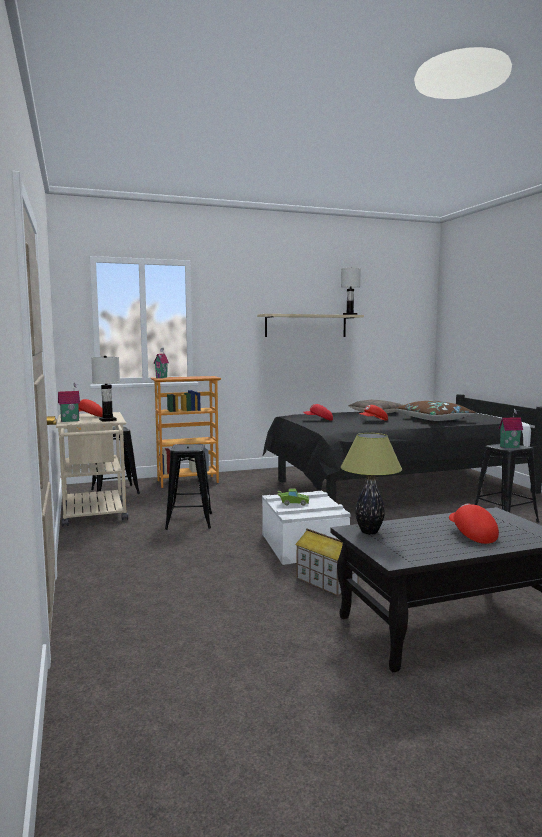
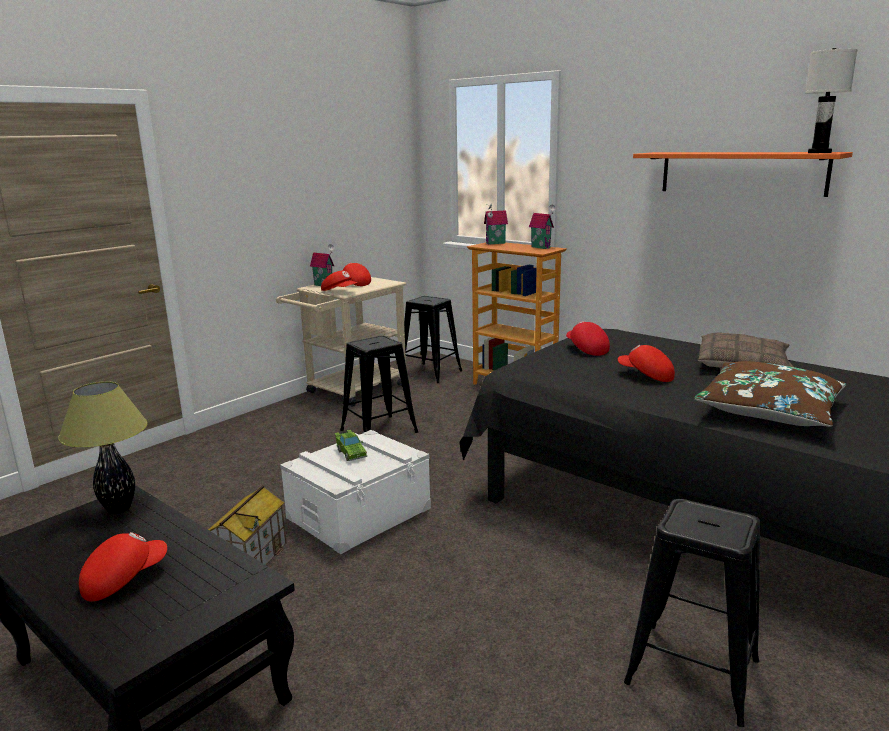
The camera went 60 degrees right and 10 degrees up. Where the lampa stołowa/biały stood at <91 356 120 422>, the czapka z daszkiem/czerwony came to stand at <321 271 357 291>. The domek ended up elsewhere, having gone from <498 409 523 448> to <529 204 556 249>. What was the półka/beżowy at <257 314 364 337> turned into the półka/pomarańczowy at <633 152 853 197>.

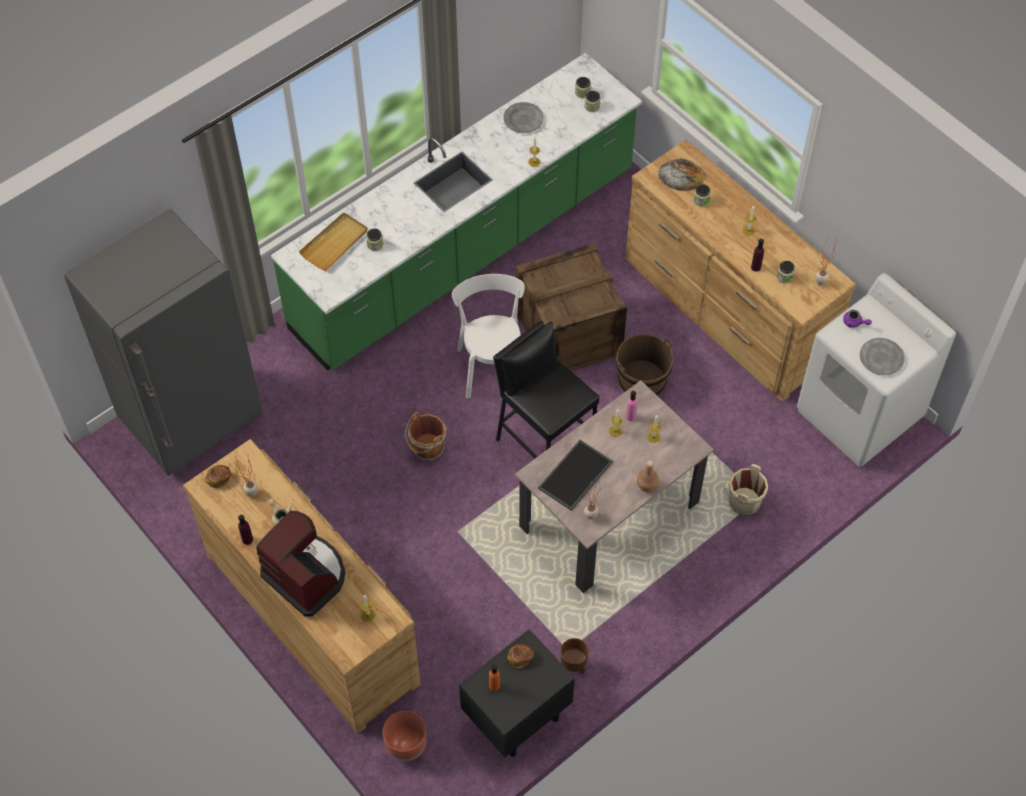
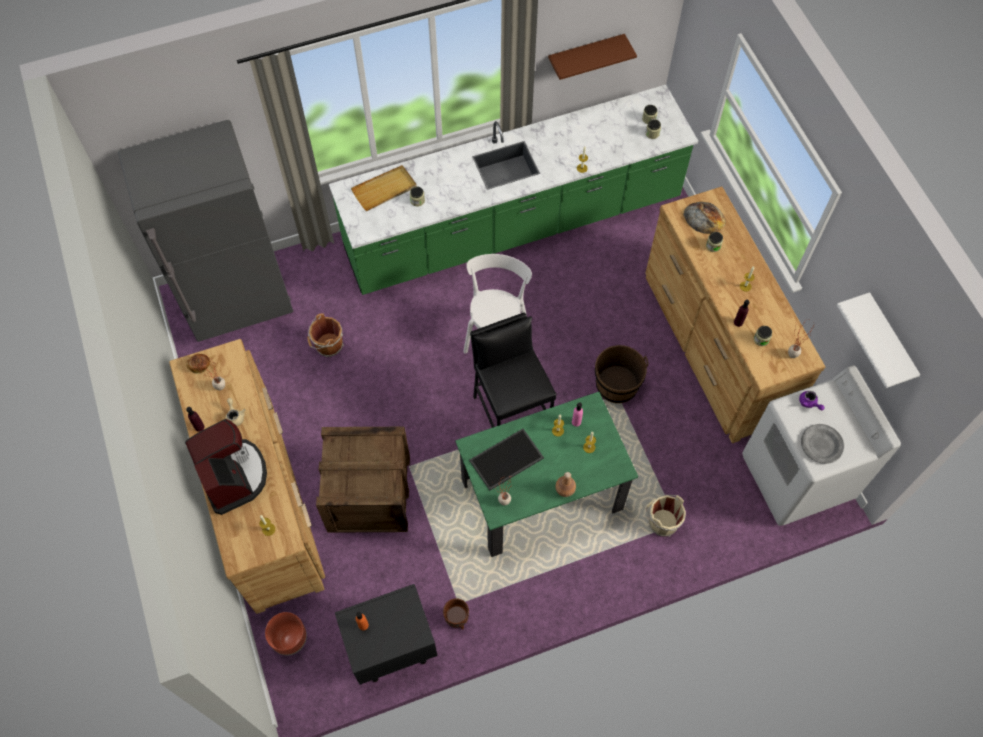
The camera went 20 degrees right and 5 degrees up. The wiadro/brązowy ended up elsewhere, having gone from <405 412 447 461> to <307 313 344 357>. The skrzynka ended up elsewhere, having gone from <516 243 627 371> to <316 427 410 533>. What was the stół jadalny/beżowy at <515 380 714 593> turned into the stół jadalny/zielony at <455 392 638 557>. The second view gained the półka/brązowy at <548 34 637 80>. The second view gained the półka/biały at <837 292 920 388>. The second view lost the talerz/szary at <503 102 544 133>. The second view lost the chleb at <507 644 534 668>.

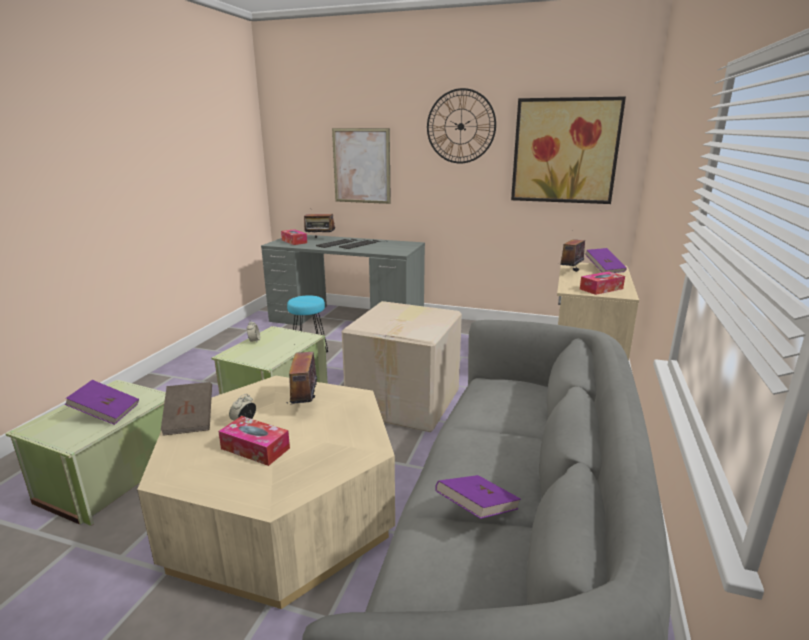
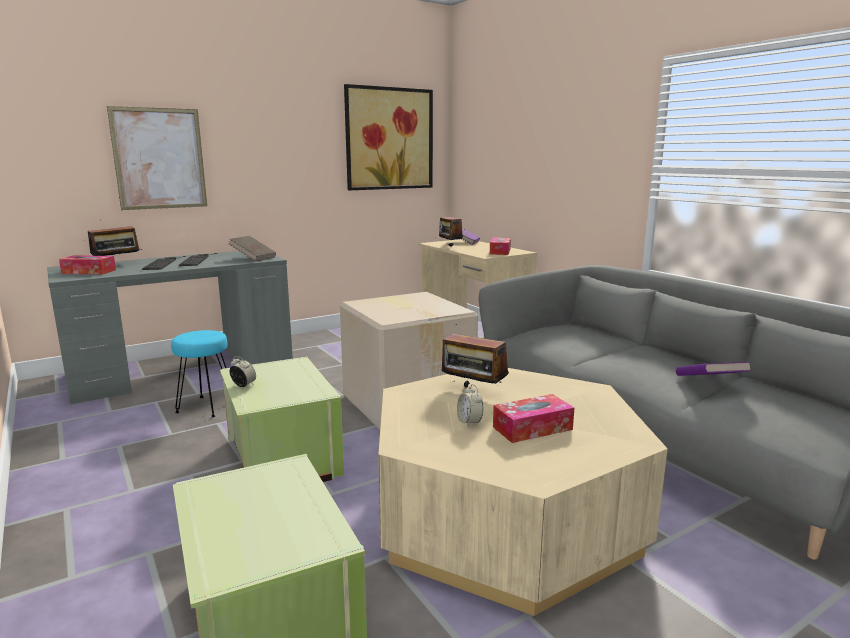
The camera went 50 degrees left and 5 degrees down. The książka/brązowy ended up elsewhere, having gone from <161 382 212 436> to <229 236 276 261>. The second view lost the książka/fioletowy at <65 380 139 425>. The second view lost the zegar ścienny at <427 88 496 164>.

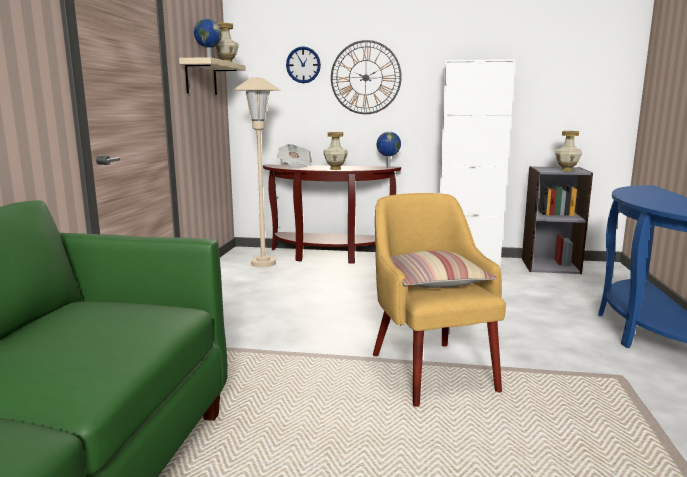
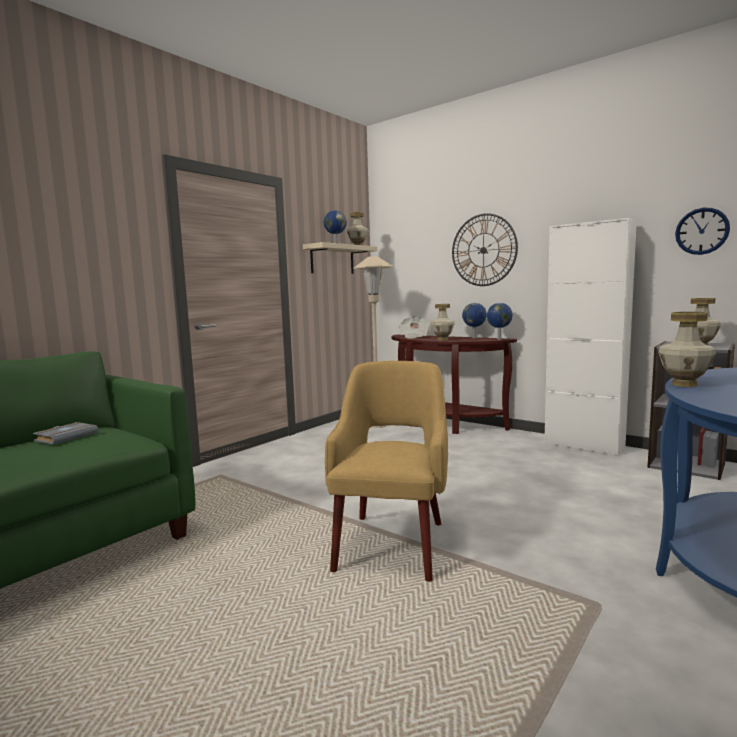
The camera went 30 degrees right and 5 degrees down. The second view gained the książka/szary at <33 422 98 445>. The second view gained the globus at <462 303 487 338>. The second view gained the wazon at <658 312 716 387>. The zegar ścienny ended up elsewhere, having gone from <286 46 321 83> to <675 208 730 255>. The second view lost the poduszka at <391 251 497 288>.

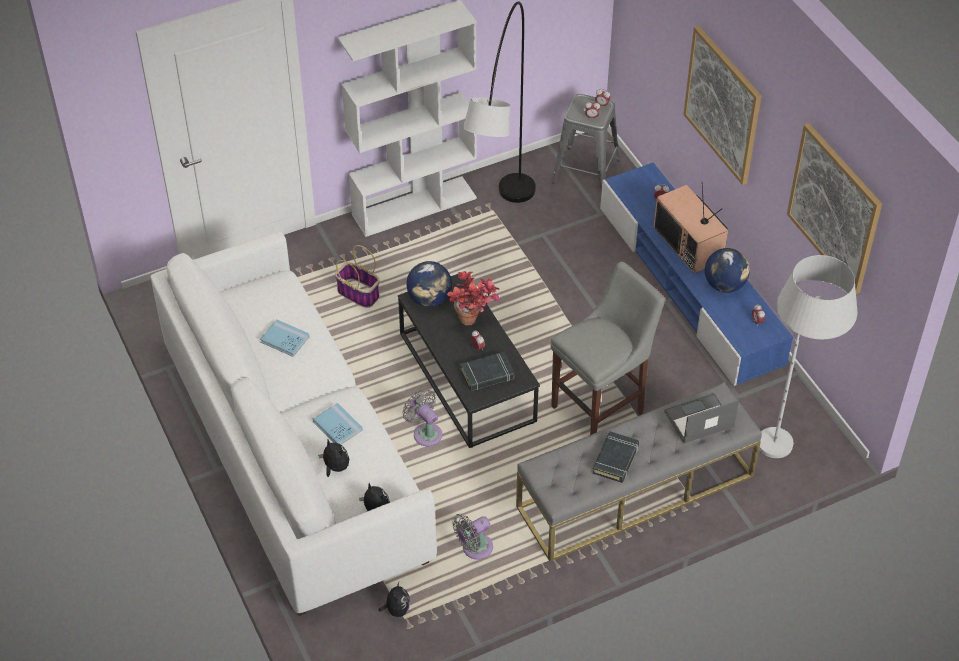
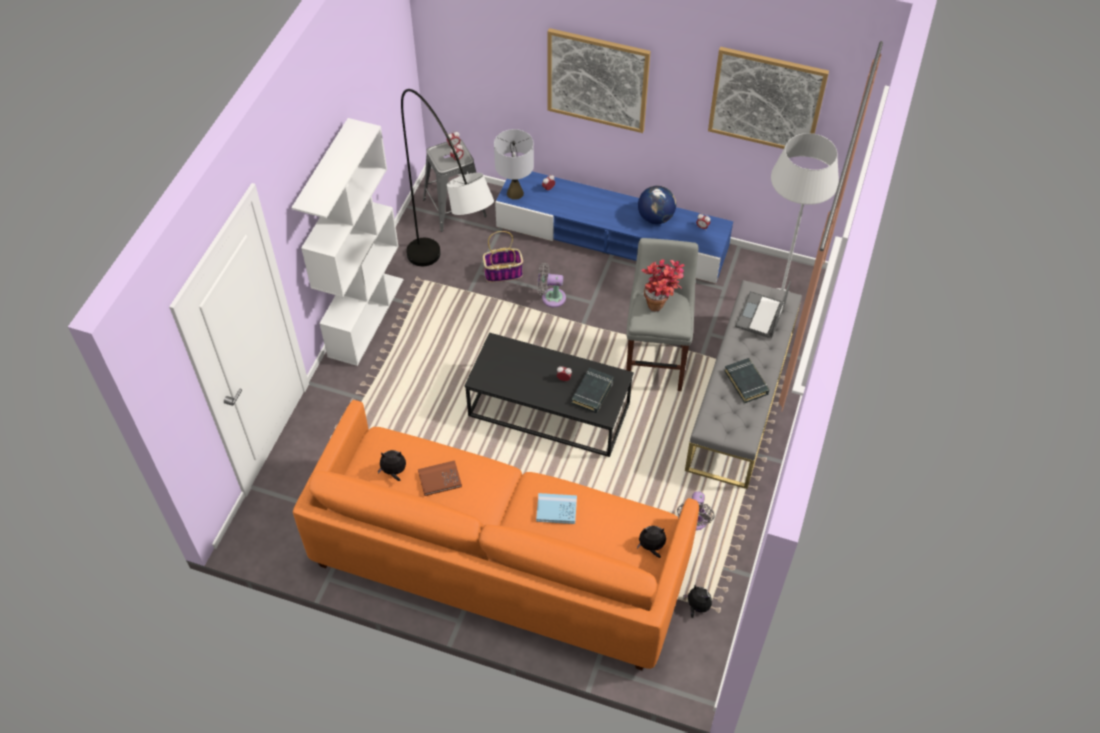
The camera went 45 degrees left and 5 degrees up. What was the kanapa/biały at <151 232 437 616> turned into the kanapa/pomarańczowy at <293 400 699 670>. The pluszak ended up elsewhere, having gone from <318 440 349 477> to <377 450 406 481>. What was the książka/niebieski at <260 319 310 357> turned into the książka/brązowy at <418 460 462 496>. The koszyk ended up elsewhere, having gone from <335 245 380 308> to <483 231 523 282>. The second view gained the lampa stołowa/szary at <494 129 534 200>. The wentylator/szary ended up elsewhere, having gone from <402 389 443 446> to <537 263 566 307>. The roślina doniczkowa ended up elsewhere, having gone from <447 271 500 326> to <641 259 684 312>. The second view lost the globus at <406 261 452 307>. The second view lost the telewizor at <654 183 728 273>.

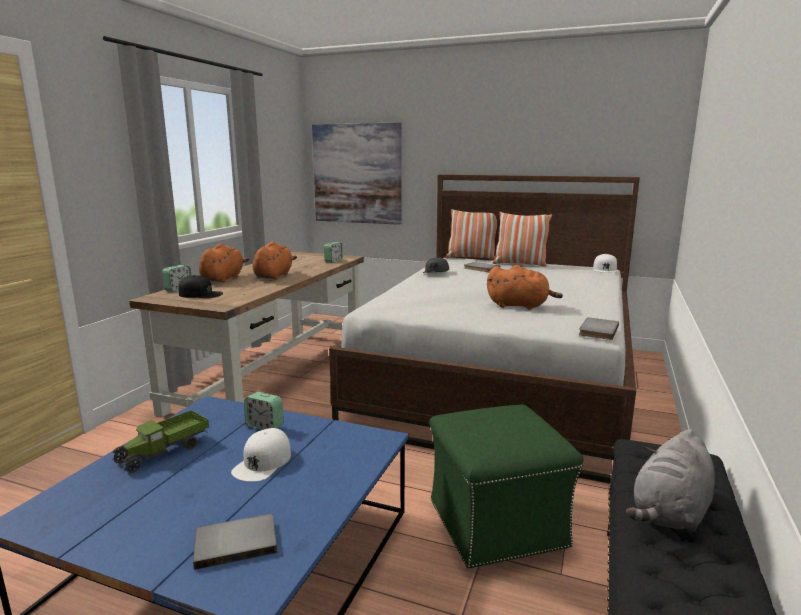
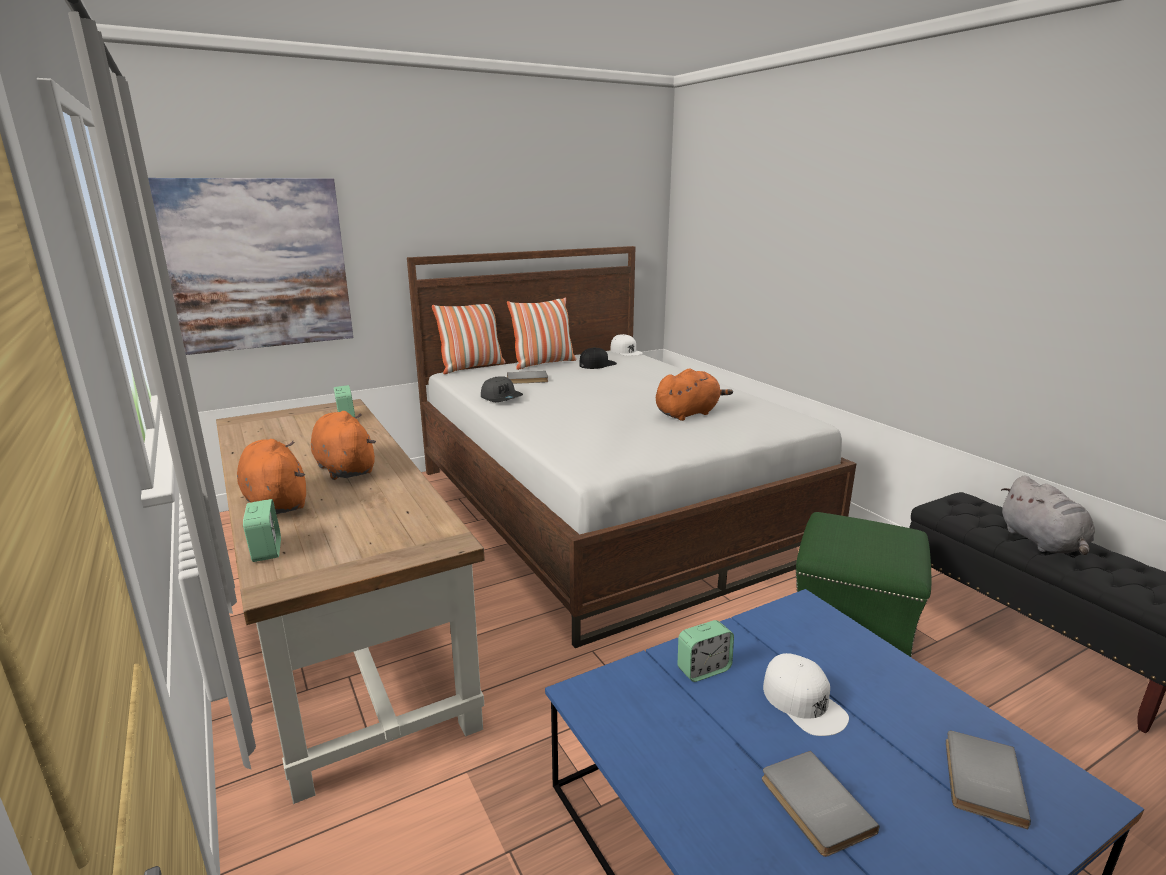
The camera went 50 degrees left and 5 degrees up. The czapka z daszkiem/czarny ended up elsewhere, having gone from <178 275 223 298> to <579 347 617 369>. The książka/szary ended up elsewhere, having gone from <579 318 619 340> to <762 751 879 857>. The second view lost the ciężarówka zabawkowa at <112 410 209 473>.

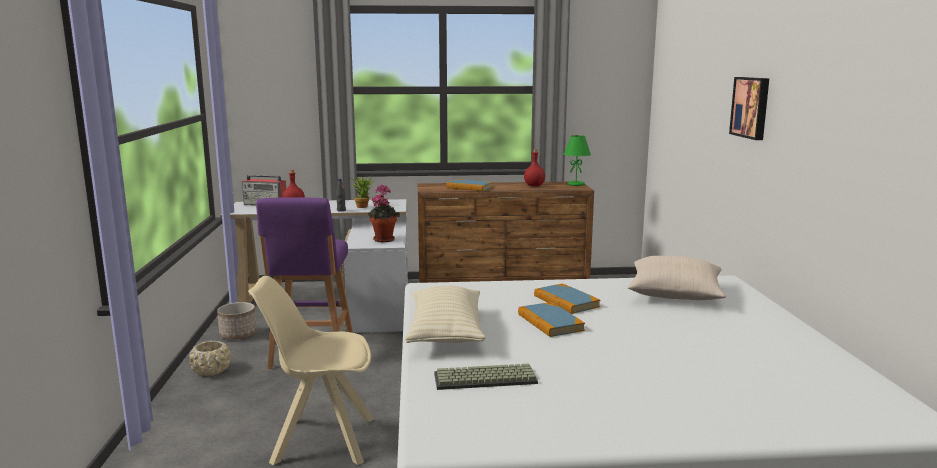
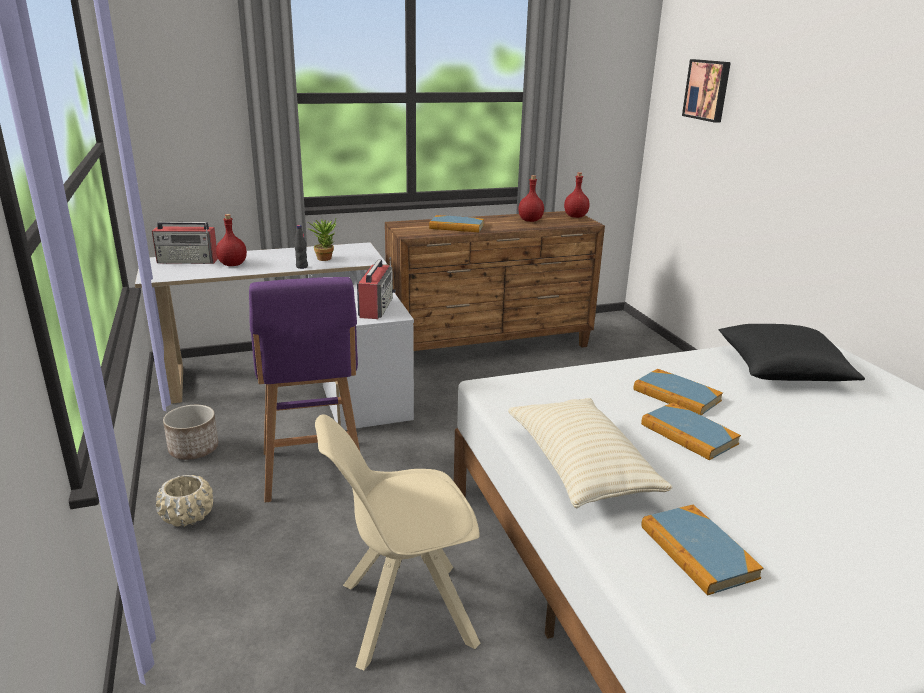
The camera went 15 degrees left and 10 degrees up. Where the roślina doniczkowa stood at <368 185 400 242>, the radio came to stand at <357 257 396 319>. Where the lampa stołowa/zielony stood at <564 135 591 186>, the butelka/czerwony came to stand at <564 172 590 218>. Where the klawiatura stood at <434 364 538 390>, the książka came to stand at <641 505 764 595>. The obraz ended up elsewhere, having gone from <729 77 769 140> to <682 59 731 123>. What was the poduszka/beżowy at <628 256 726 300> turned into the poduszka/czarny at <719 324 865 381>.

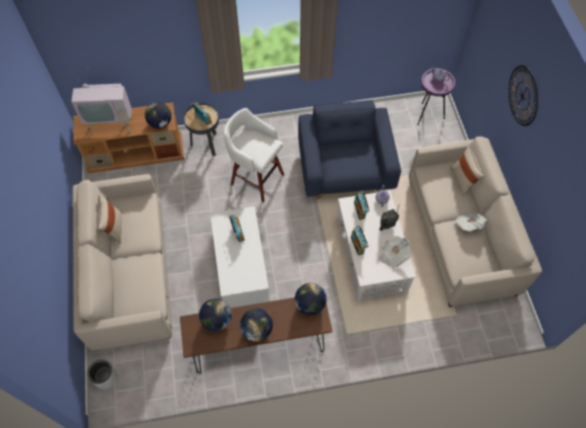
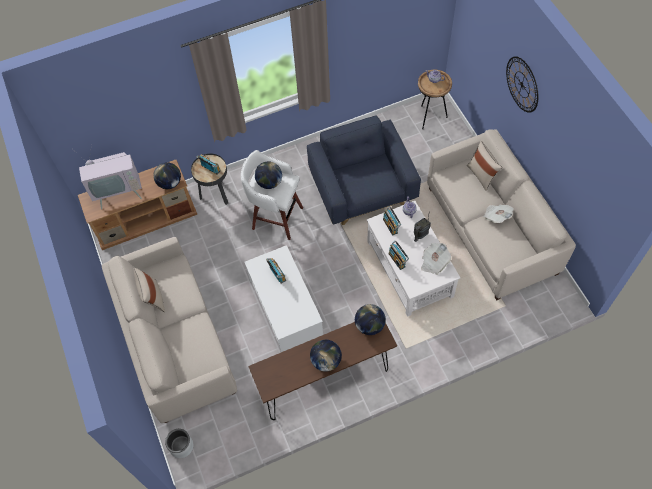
The camera went 10 degrees left and 0 degrees up. The globus ended up elsewhere, having gone from <199 298 232 331> to <255 161 282 189>. What was the stolik/fioletowy at <417 68 455 125> turned into the stolik/brązowy at <418 70 452 129>.

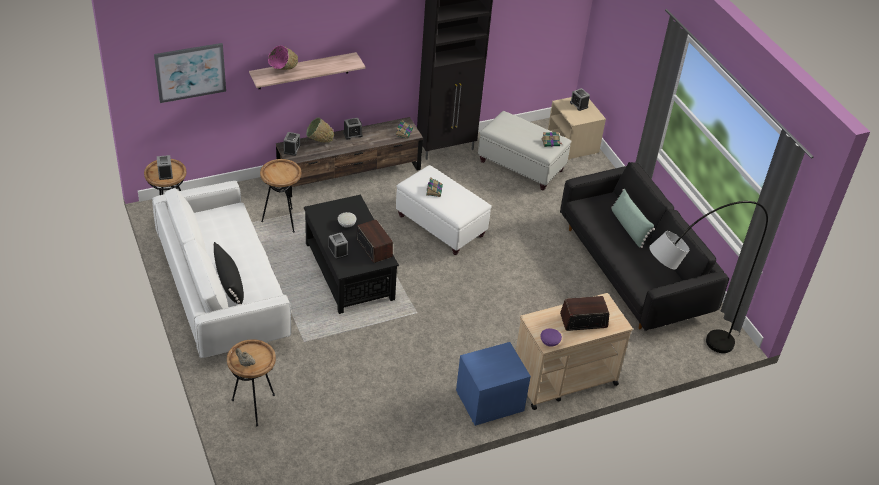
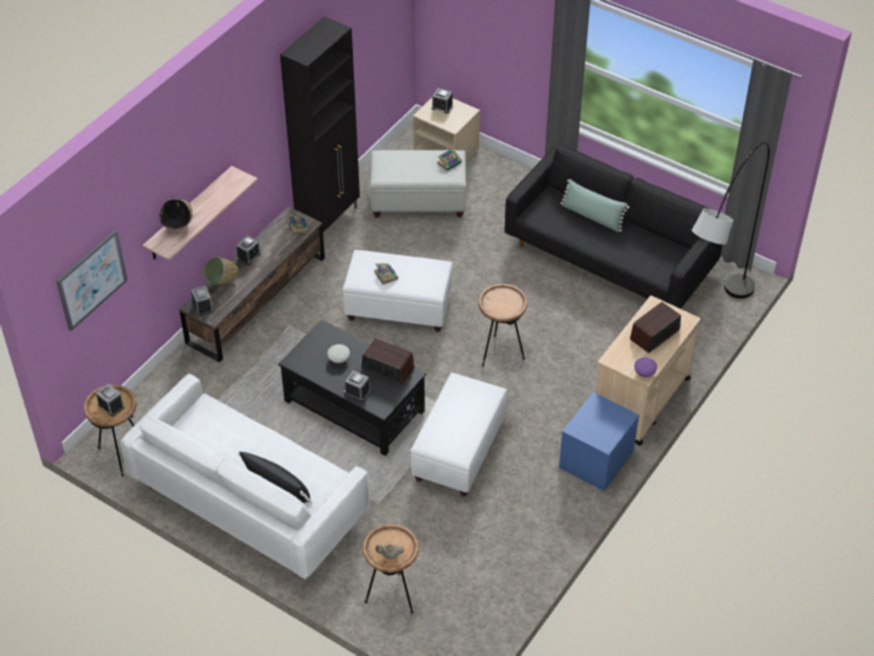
The camera went 30 degrees left and 5 degrees up. What was the miska/różowy at <268 45 298 70> turned into the miska/czarny at <159 199 193 229>. The second view gained the pufa/biały at <410 373 507 497>. The stolik/brązowy ended up elsewhere, having gone from <260 159 301 232> to <478 284 527 366>.

